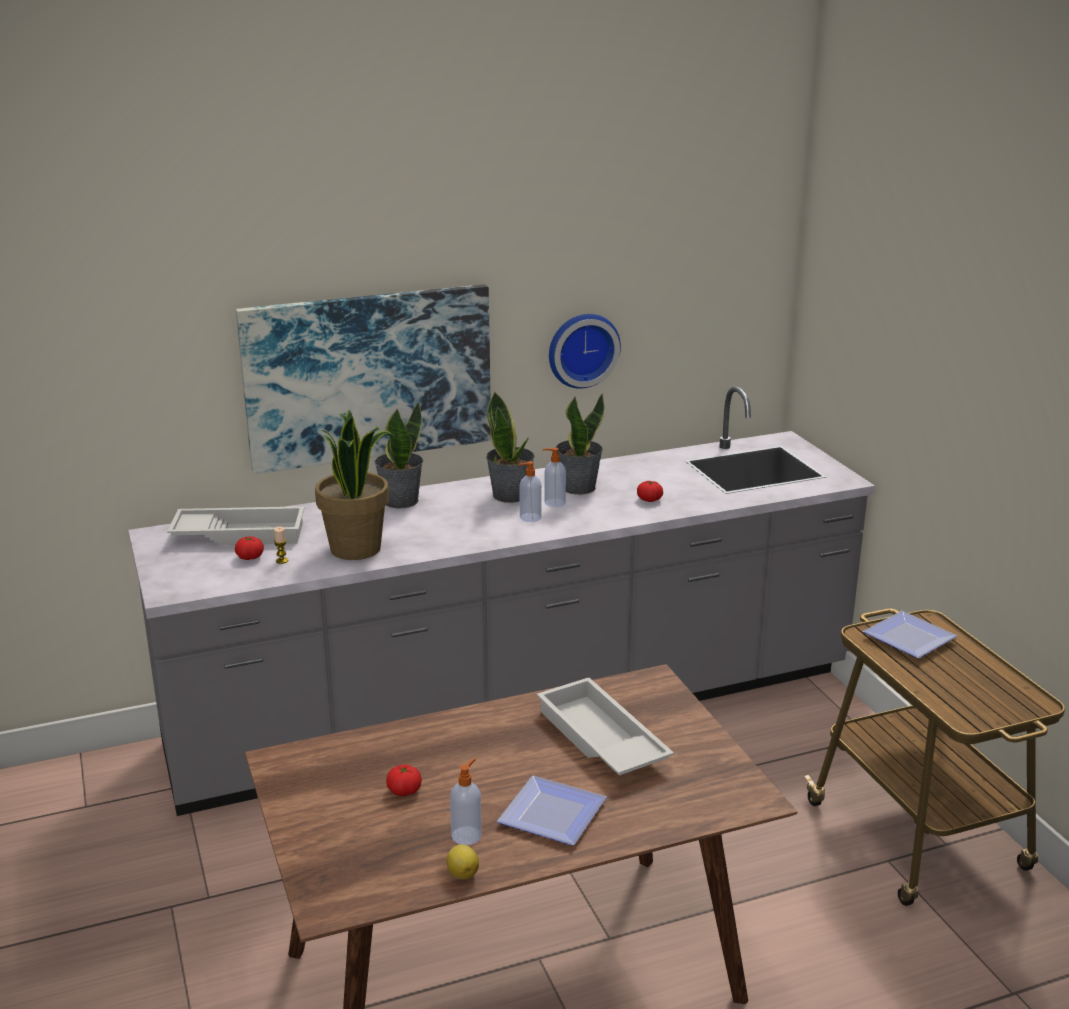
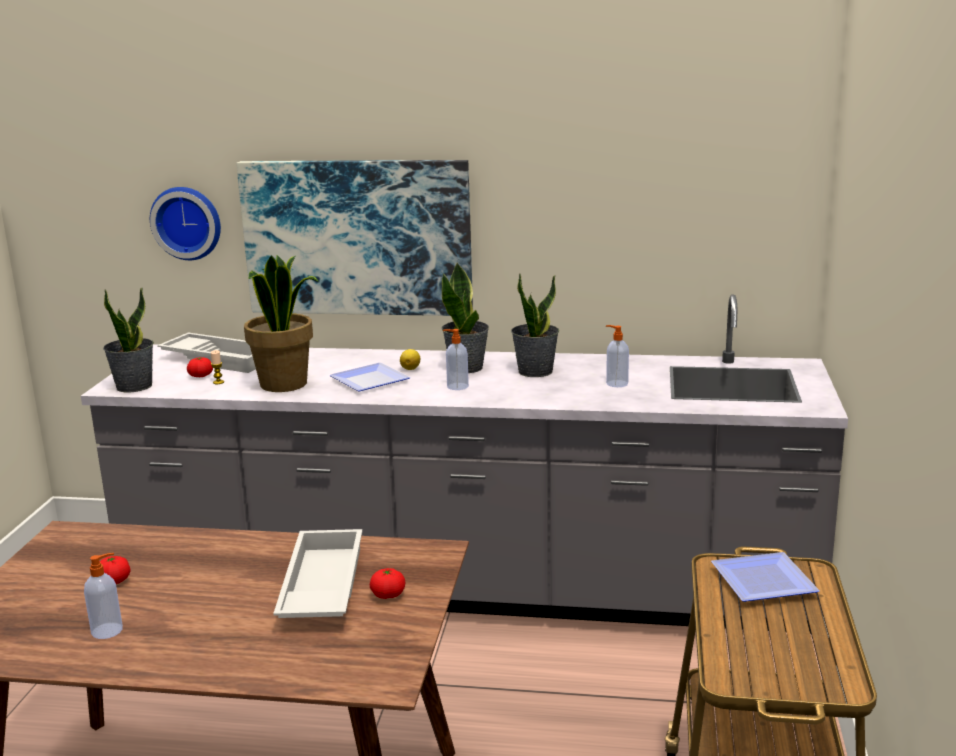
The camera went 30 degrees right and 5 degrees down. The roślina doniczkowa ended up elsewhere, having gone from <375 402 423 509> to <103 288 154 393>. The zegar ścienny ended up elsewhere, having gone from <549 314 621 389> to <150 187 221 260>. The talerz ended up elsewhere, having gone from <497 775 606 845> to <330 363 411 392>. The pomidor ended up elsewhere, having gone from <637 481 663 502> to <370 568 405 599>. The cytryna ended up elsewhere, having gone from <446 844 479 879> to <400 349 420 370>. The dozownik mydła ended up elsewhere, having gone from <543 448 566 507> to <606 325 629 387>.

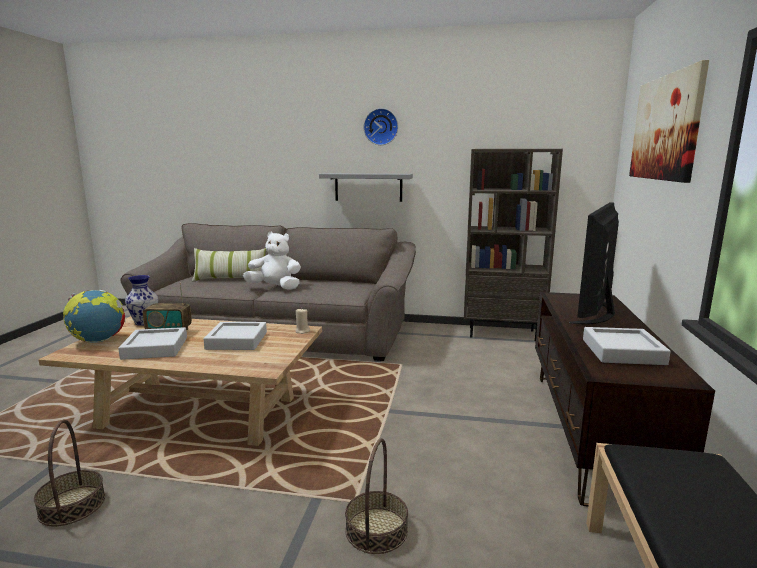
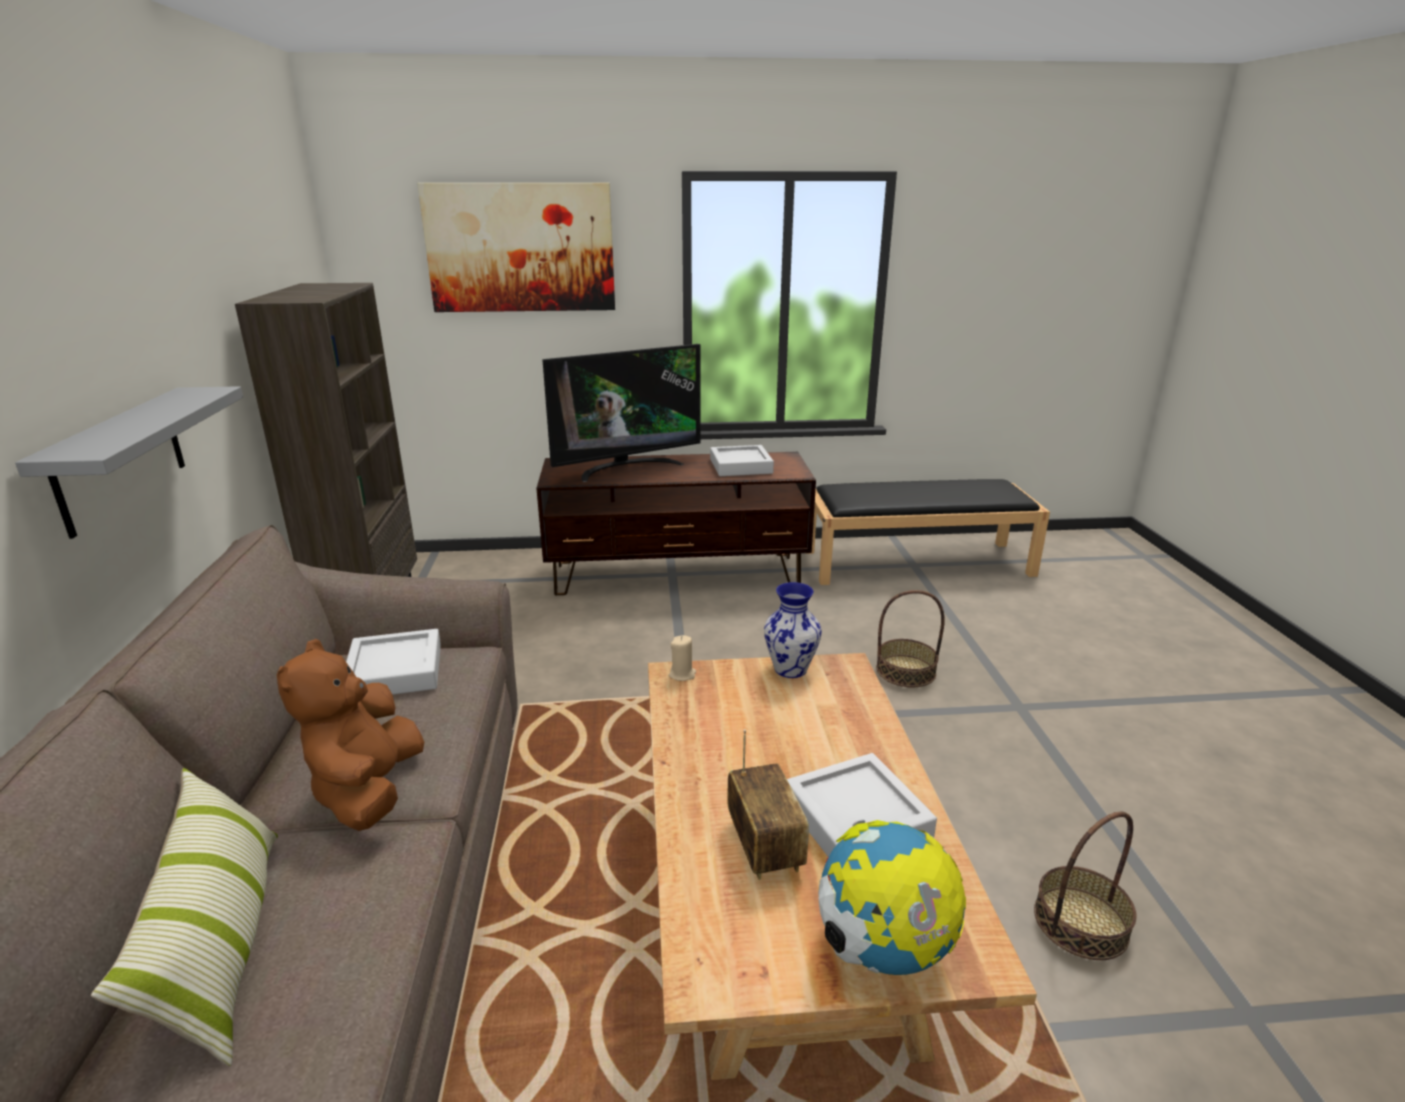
The camera went 105 degrees left and 10 degrees up. What was the pluszak/biały at <243 232 301 290> turned into the pluszak/brązowy at <276 639 424 831>. The taca/szary ended up elsewhere, having gone from <204 322 267 350> to <346 629 441 695>. The telewizor at <569 202 619 324> ended up facing another way, 45 degrees counterclockwise from before. The wazon ended up elsewhere, having gone from <125 275 158 326> to <764 582 822 678>. The second view lost the zegar ścienny at <363 108 398 145>.

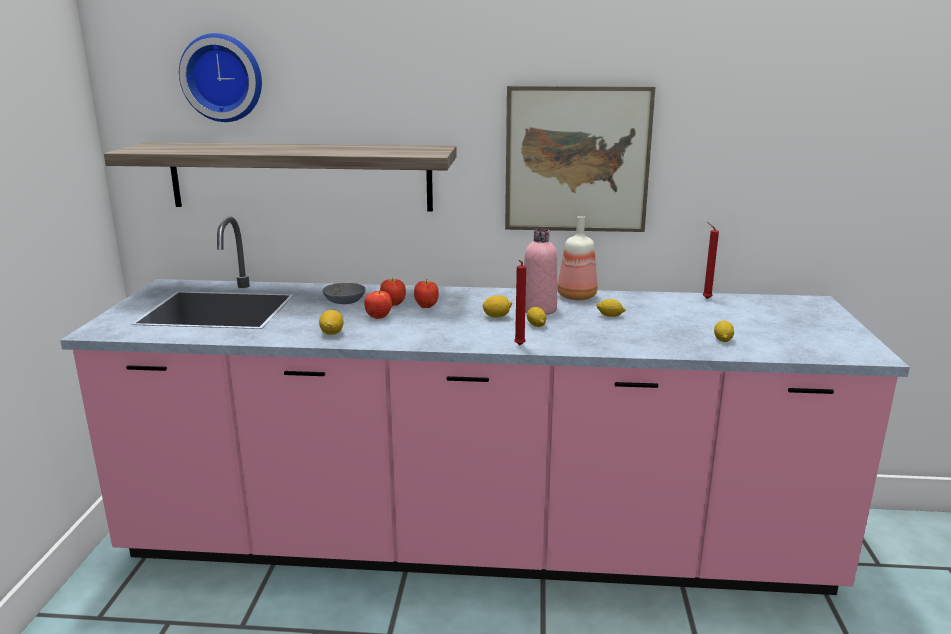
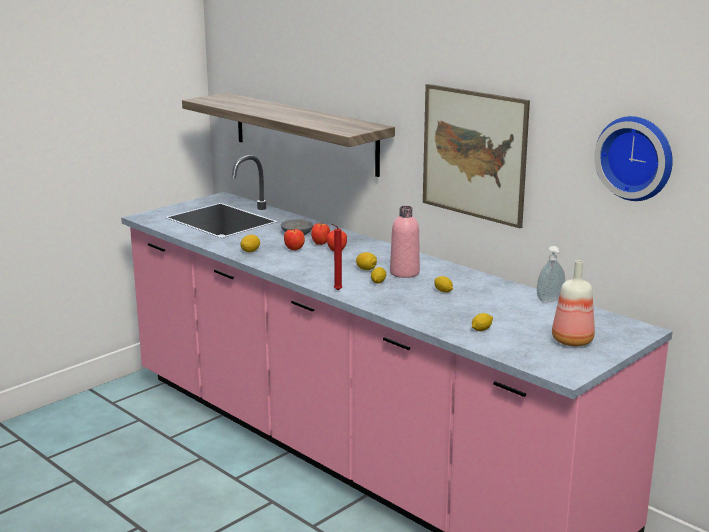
The camera went 40 degrees right and 0 degrees up. Where the świeca/czerwony stood at <703 222 719 299>, the dozownik mydła came to stand at <537 246 565 302>. The butelka ended up elsewhere, having gone from <557 216 598 300> to <552 260 595 346>. The zegar ścienny ended up elsewhere, having gone from <179 33 262 122> to <594 116 673 201>.

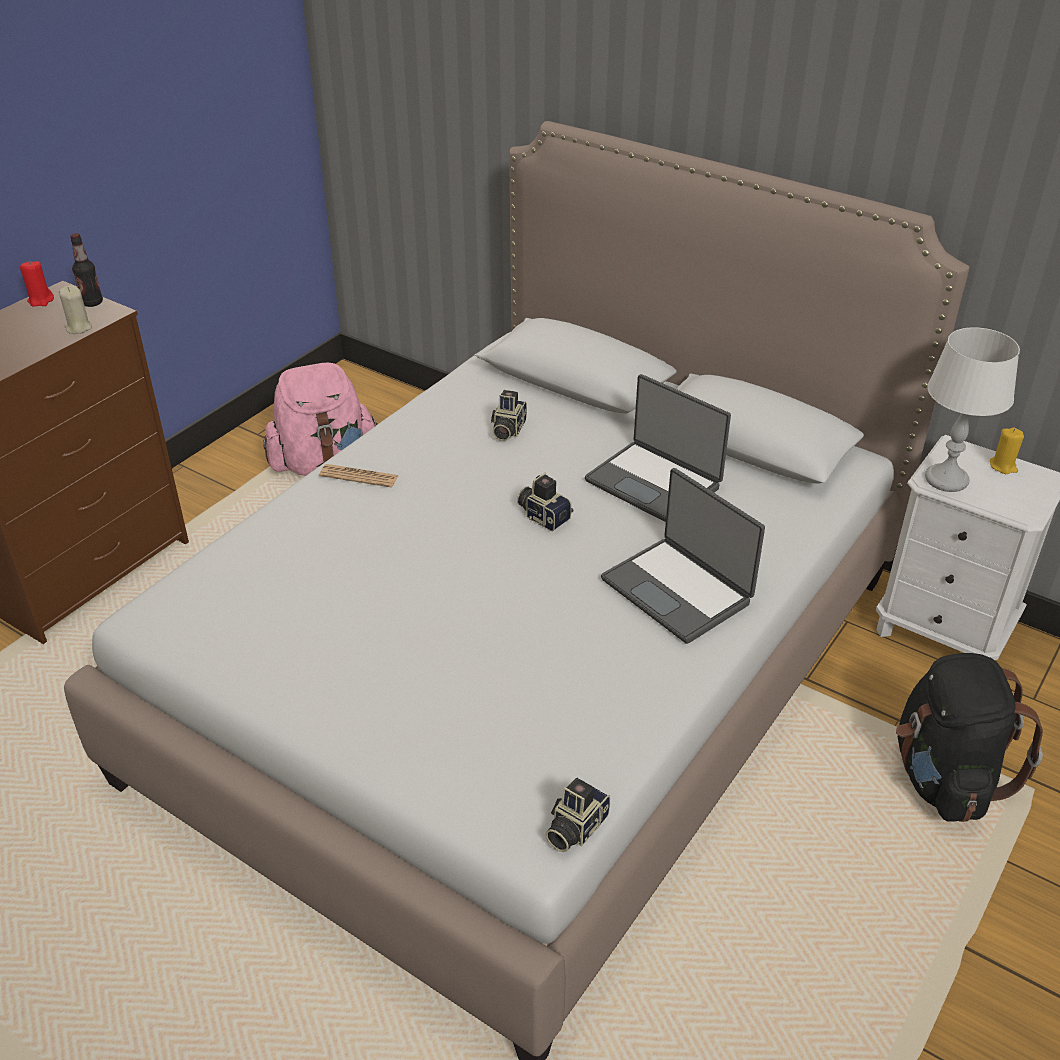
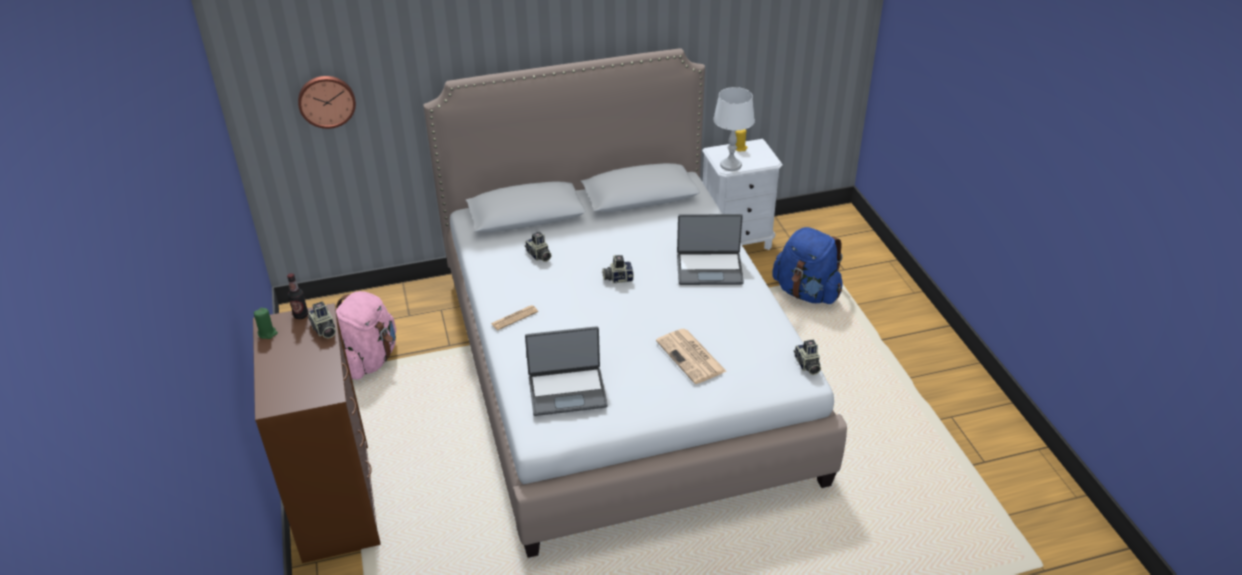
The camera went 50 degrees left and 0 degrees up. What was the świeca/czerwony at <20 260 54 307> turned into the świeca/zielony at <254 308 278 339>. The second view gained the zegar ścienny at <298 76 356 129>. Where the świeca/beżowy stood at <59 285 92 334>, the aparat fotograficzny came to stand at <308 301 336 338>. The laptop ended up elsewhere, having gone from <585 374 731 522> to <525 326 608 416>. The second view gained the gazeta at <656 329 727 384>. What was the plecak/czarny at <896 653 1043 822> turned into the plecak/niebieski at <772 227 843 304>.

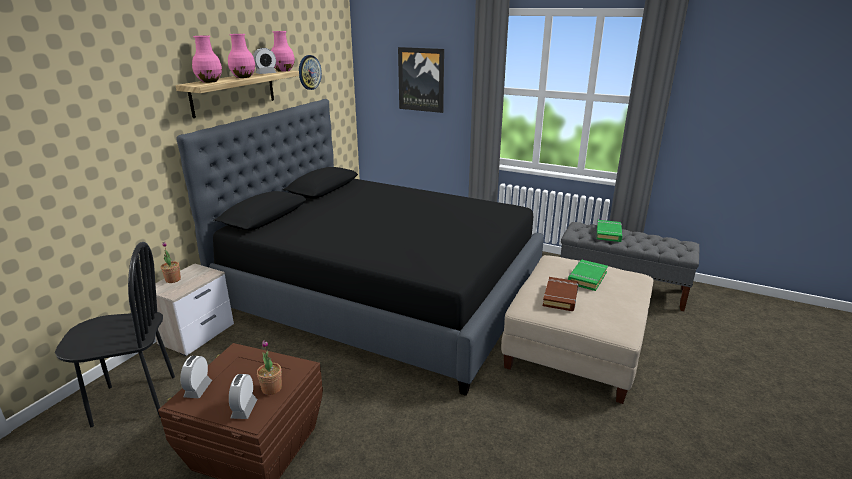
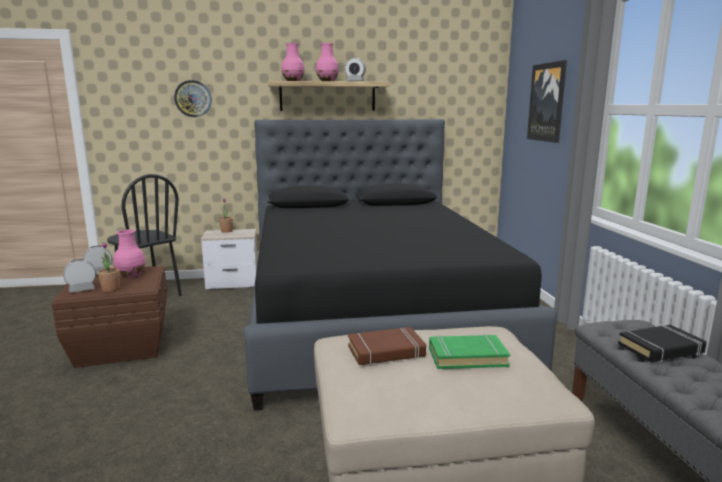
The camera went 55 degrees right and 10 degrees down. The wazon/różowy ended up elsewhere, having gone from <271 31 295 72> to <113 229 145 278>. The zegar ścienny ended up elsewhere, having gone from <299 55 322 90> to <174 80 212 117>. What was the książka/zielony at <597 220 623 242> turned into the książka/czarny at <618 325 707 362>.

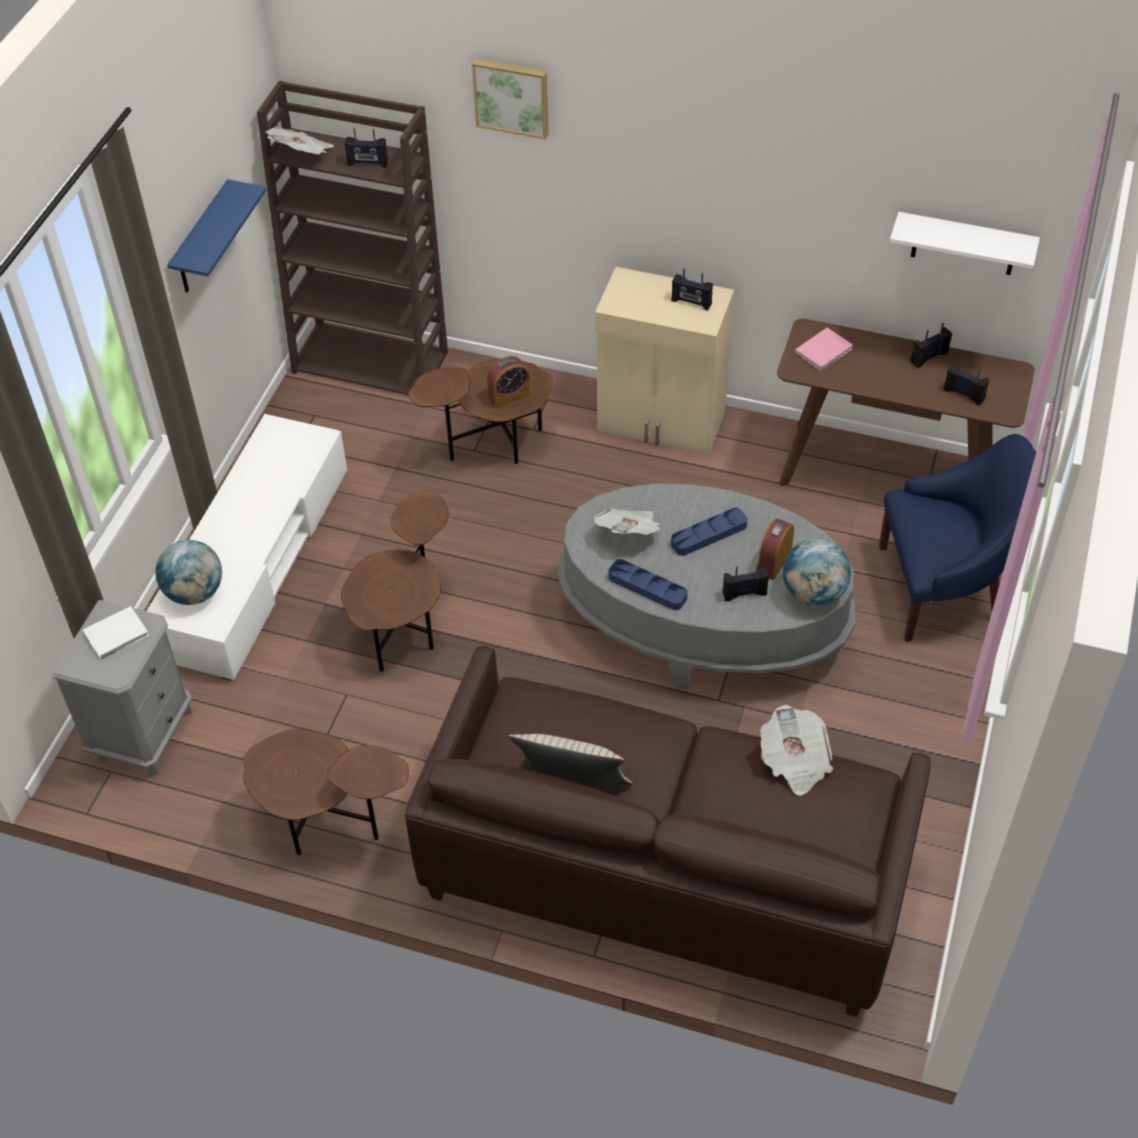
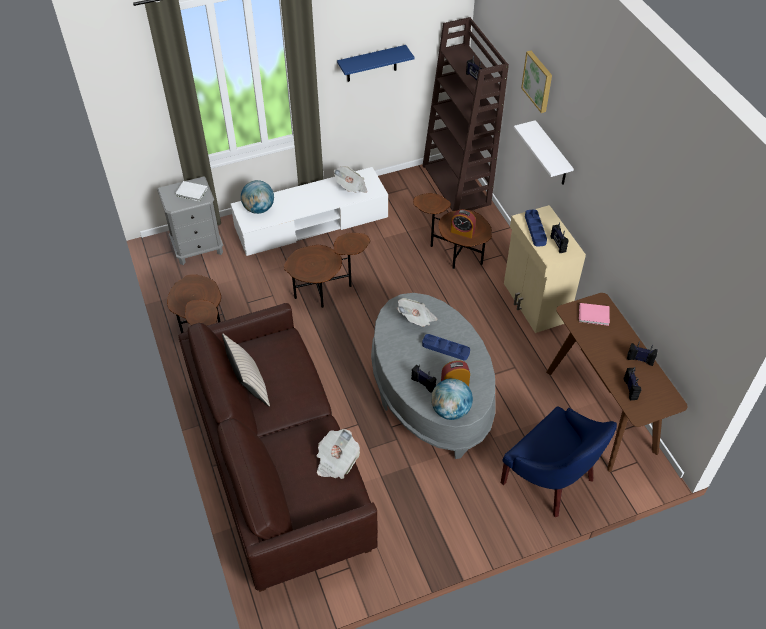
The camera went 50 degrees right and 0 degrees up. The gazeta ended up elsewhere, having gone from <266 127 334 155> to <333 166 367 193>. The półka/biały ended up elsewhere, having gone from <890 212 1040 275> to <514 120 574 185>. The taca/niebieski ended up elsewhere, having gone from <609 559 688 610> to <525 209 547 247>.

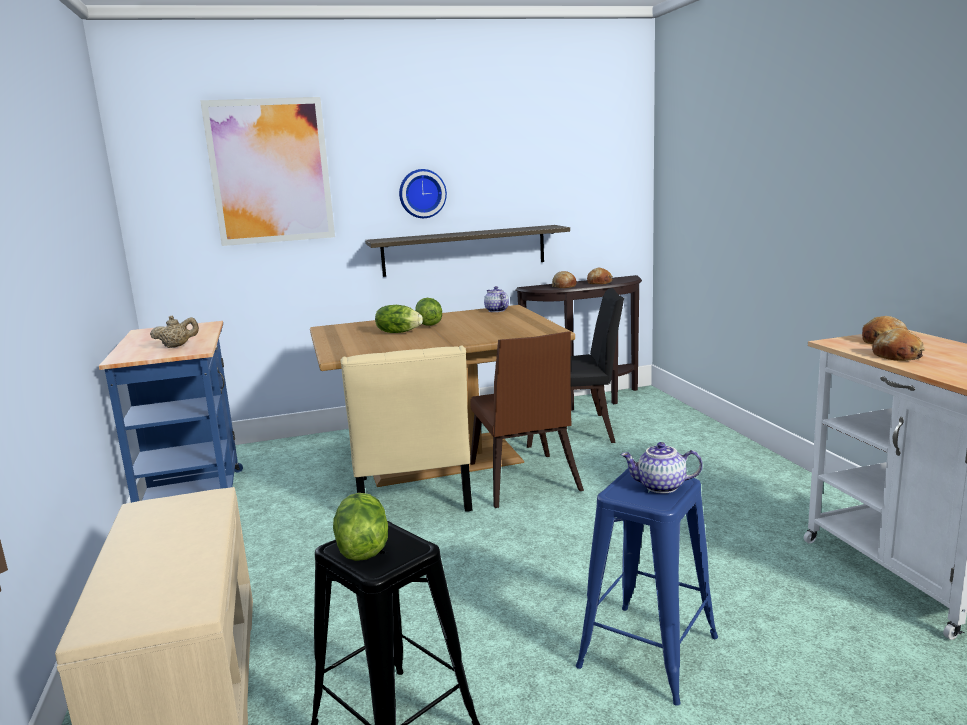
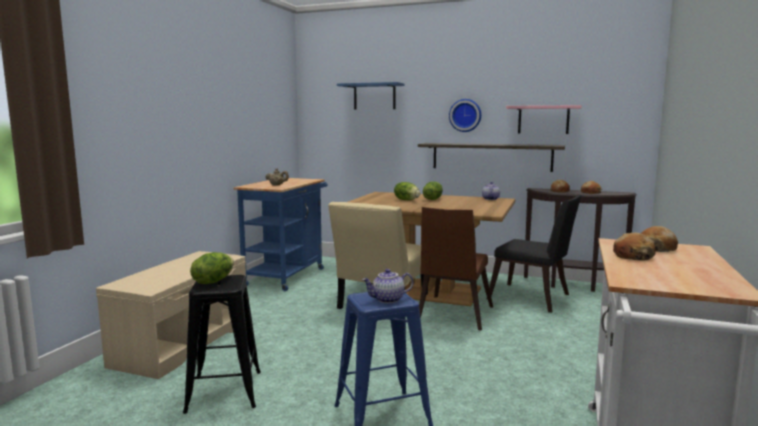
The camera went 35 degrees right and 5 degrees down. Where the obraz hung at <200 97 335 246>, the półka/niebieski came to hang at <337 82 405 109>. The imbryk at <621 442 703 493> ended up facing another way, 60 degrees counterclockwise from before. The second view gained the półka/różowy at <506 105 582 134>.

